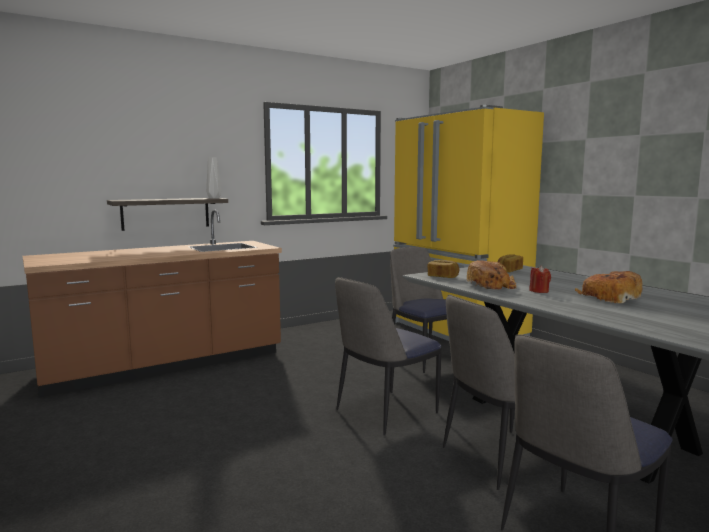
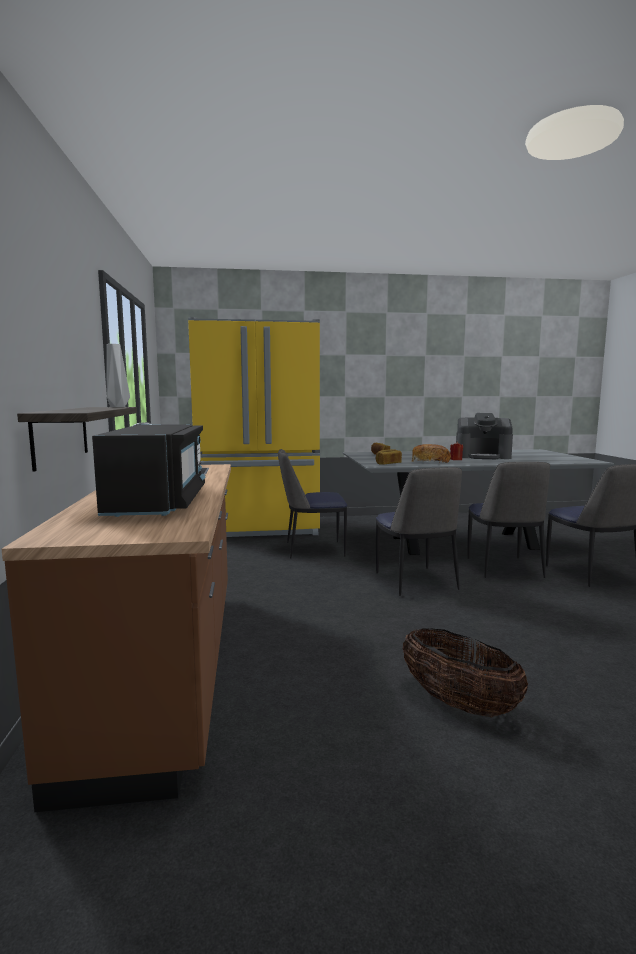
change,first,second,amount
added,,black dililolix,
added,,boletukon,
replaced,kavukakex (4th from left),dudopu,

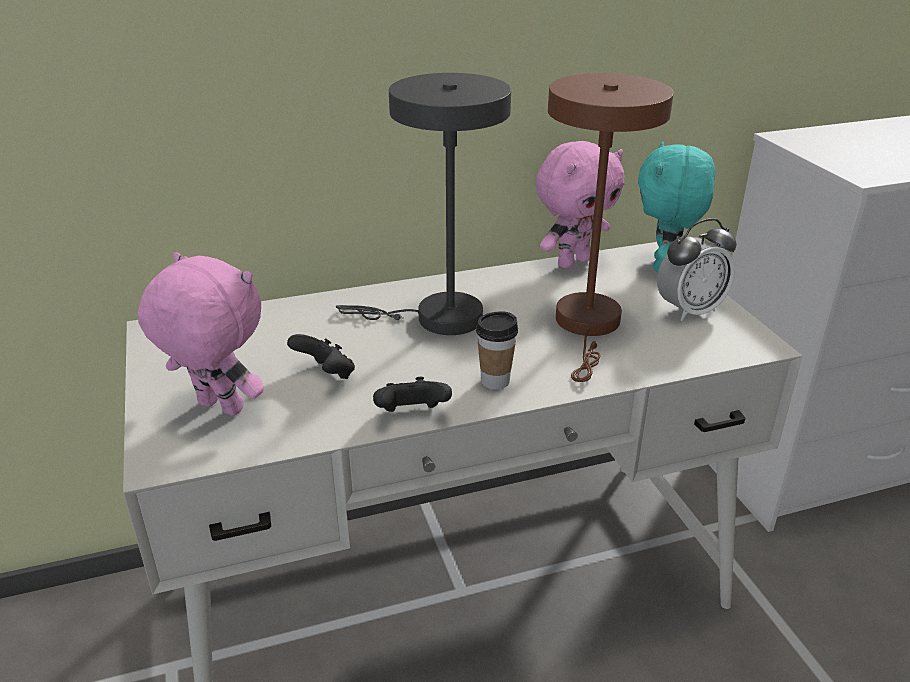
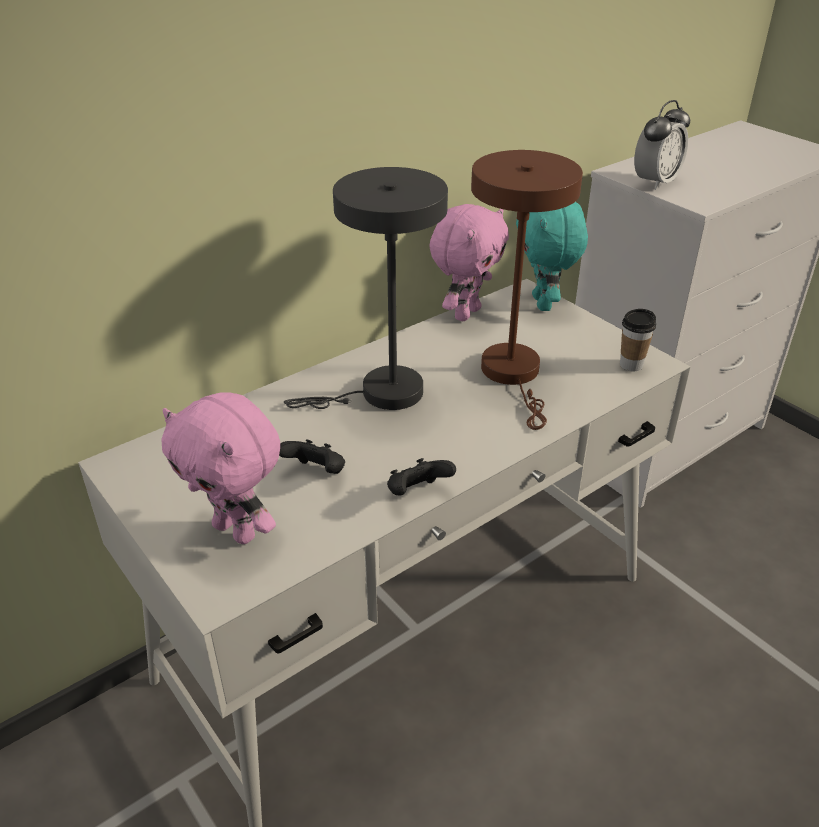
change,first,second,amount
moved,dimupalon,,
moved,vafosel,,
turned,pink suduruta (1st from left),,150 degrees counterclockwise

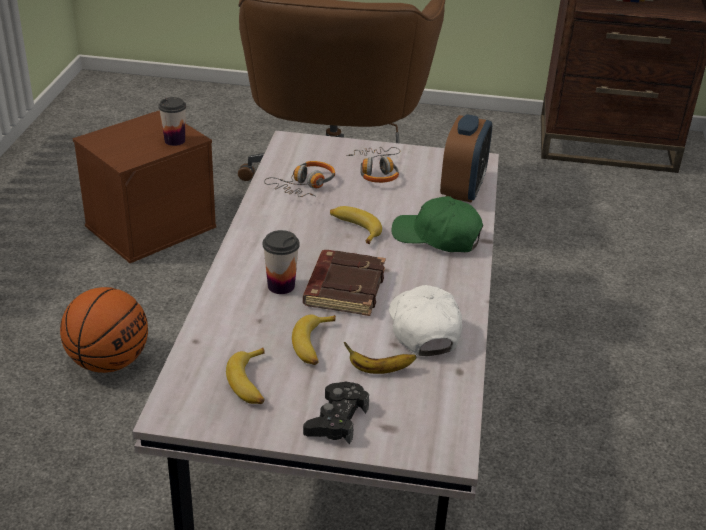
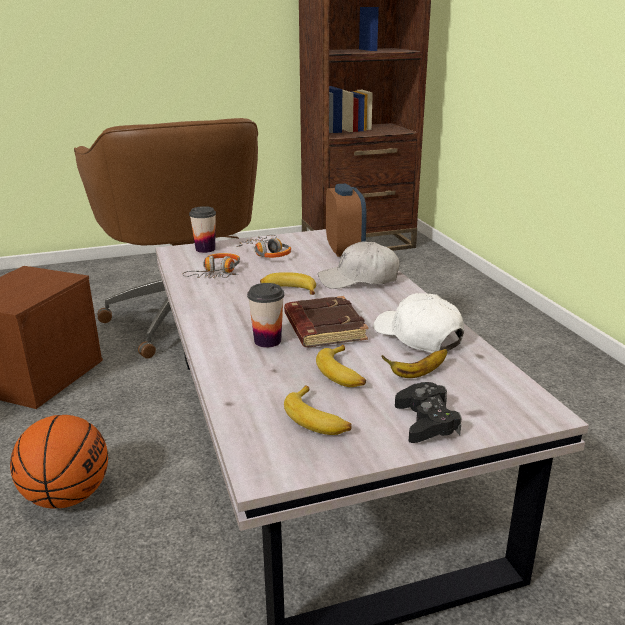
change,first,second,amount
moved,dimupalon (1st from left),,
recoloured,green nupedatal,white nupedatal (1st from left),

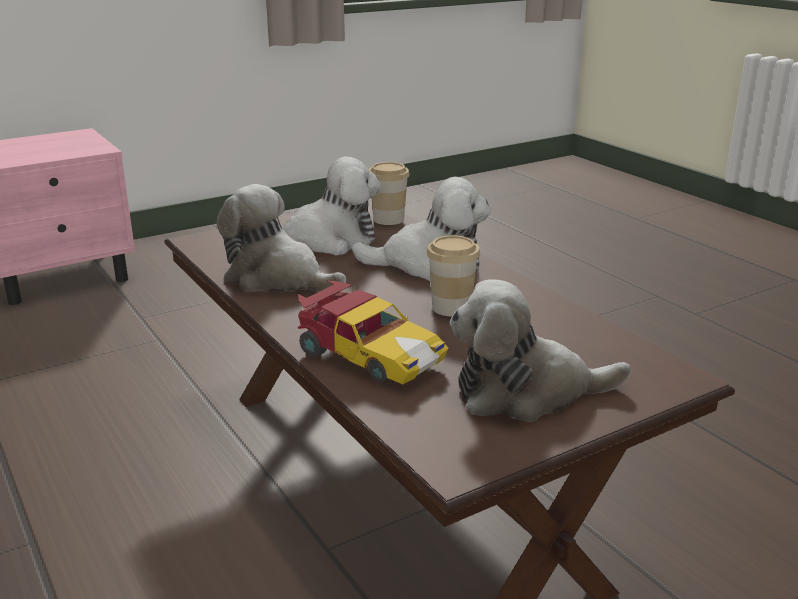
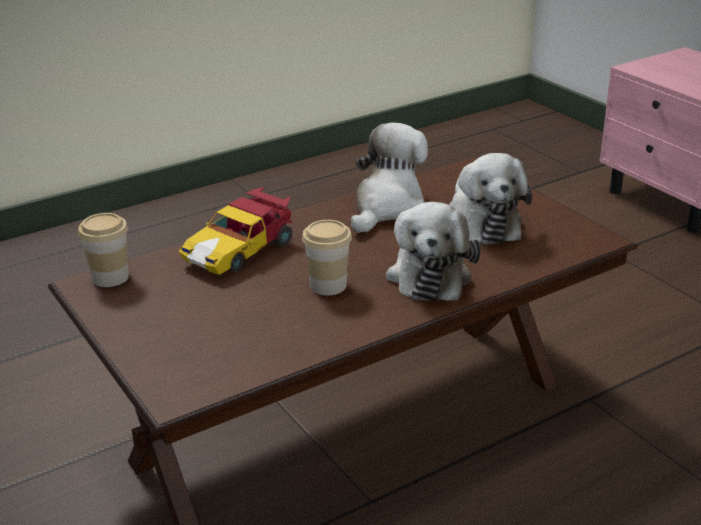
change,first,second,amount
removed,suduruta (4th from left),,
moved,dimupalon (1st from left),,

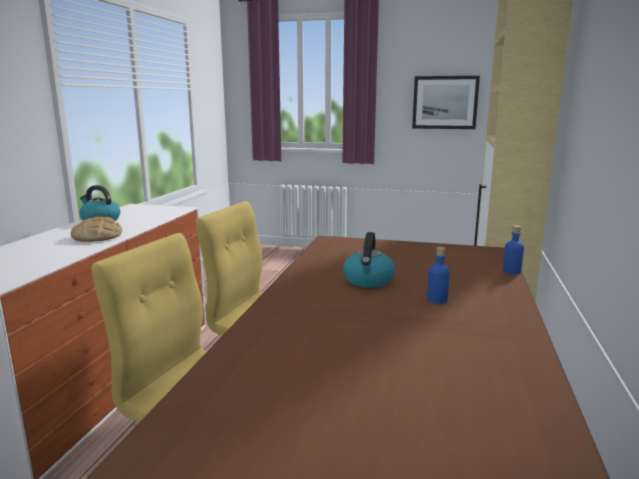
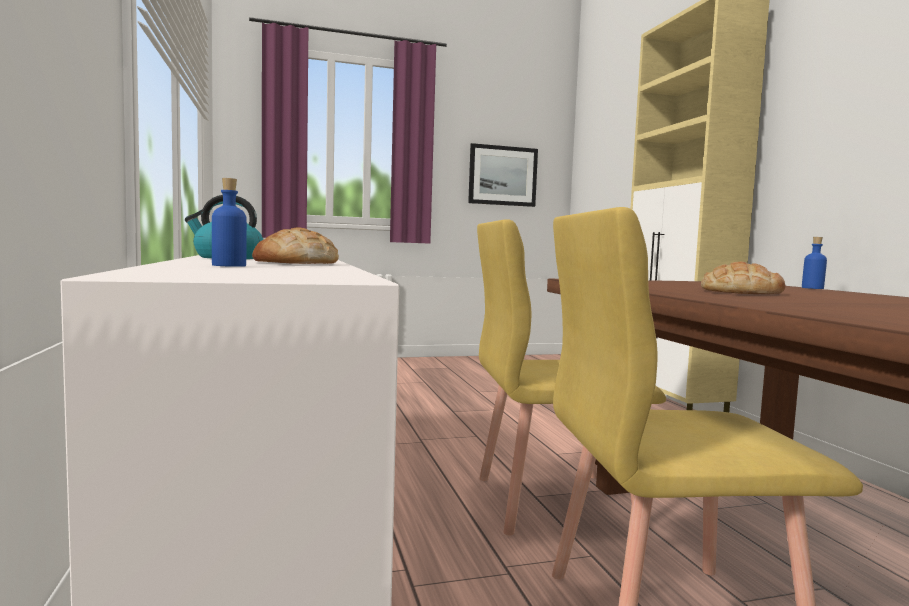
change,first,second,amount
moved,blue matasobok (1st from left),,
replaced,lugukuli (2nd from left),kavukakex (2nd from left),

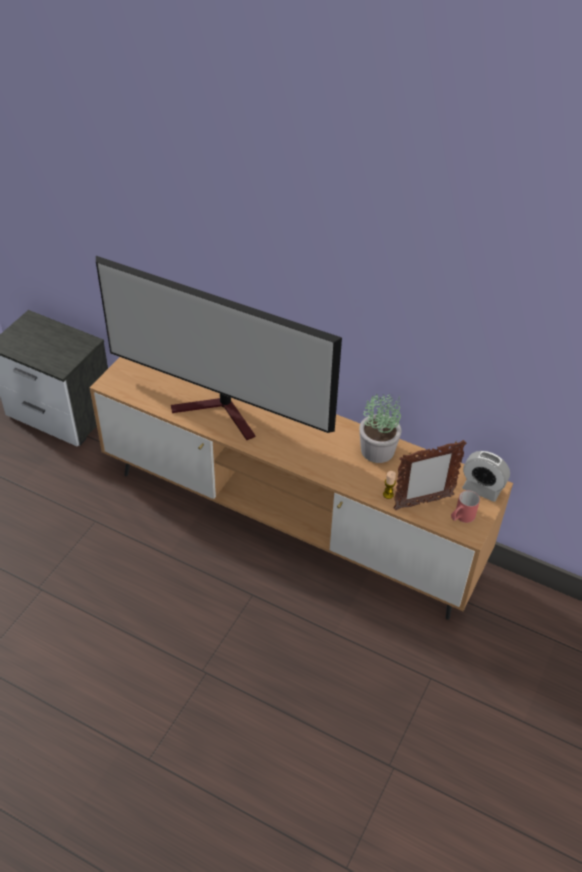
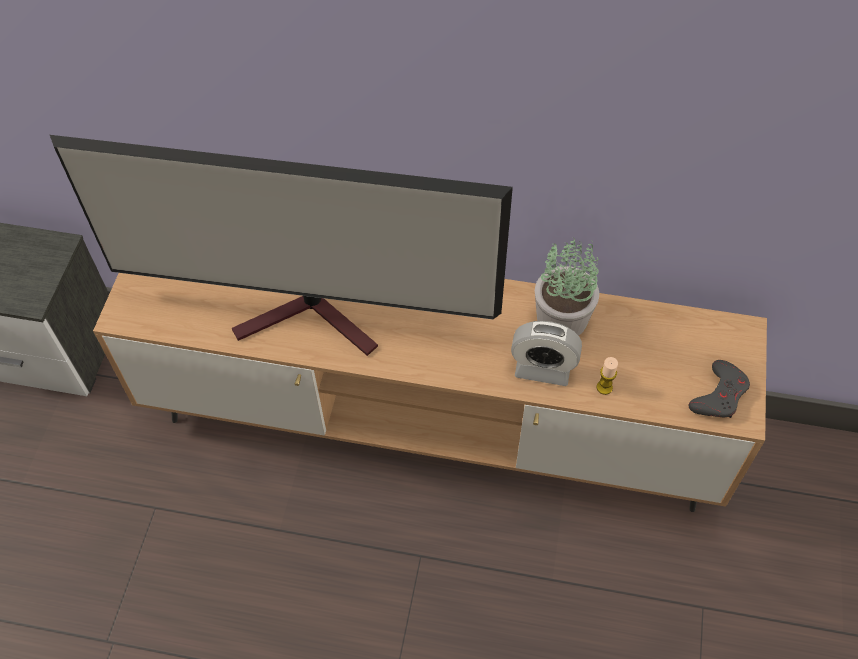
change,first,second,amount
removed,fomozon,,
moved,vafosel,,
replaced,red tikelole,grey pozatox,

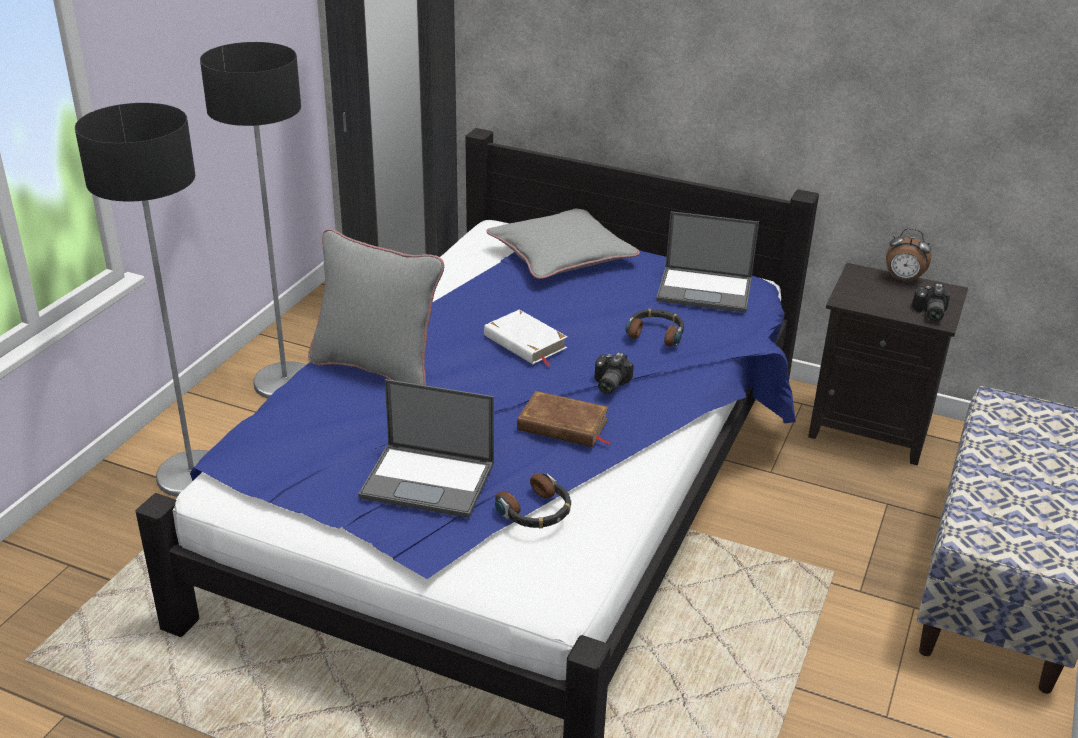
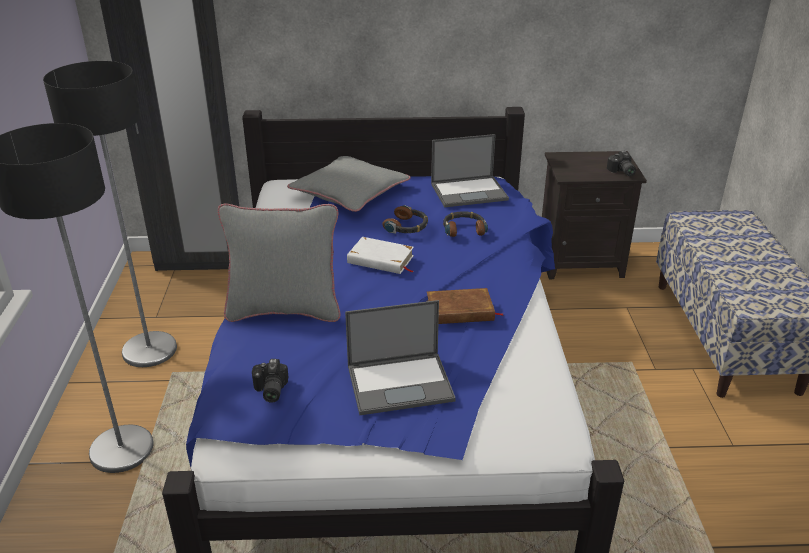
change,first,second,amount
removed,vafosel,,
moved,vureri (1st from left),,
moved,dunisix (1st from left),,

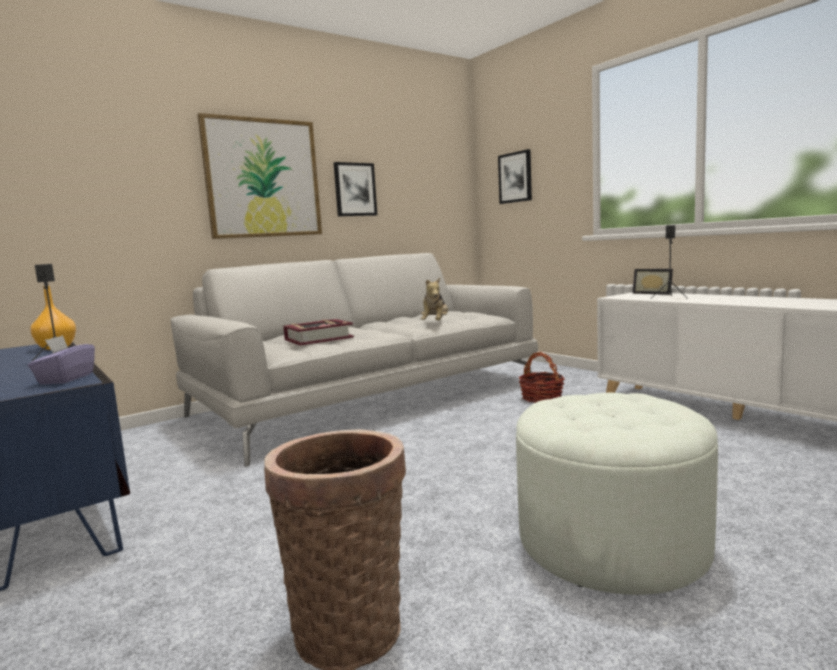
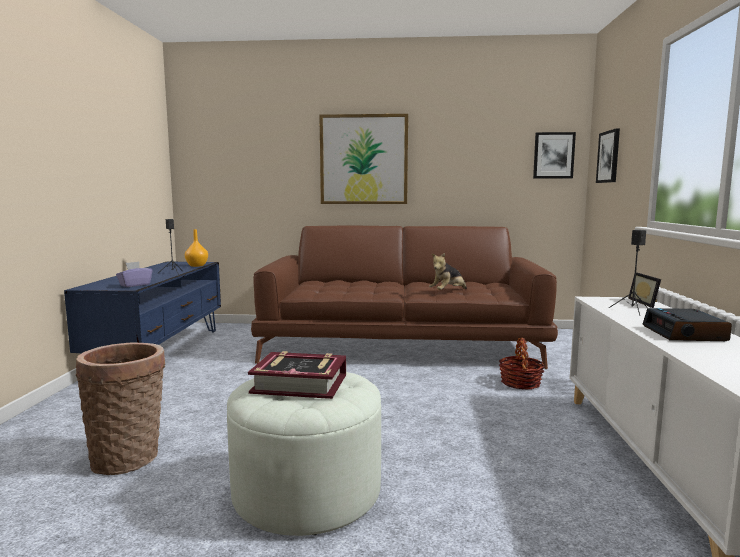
change,first,second,amount
added,,vafosel,
moved,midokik,,
moved,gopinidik (2nd from left),,
recoloured,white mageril,brown mageril,

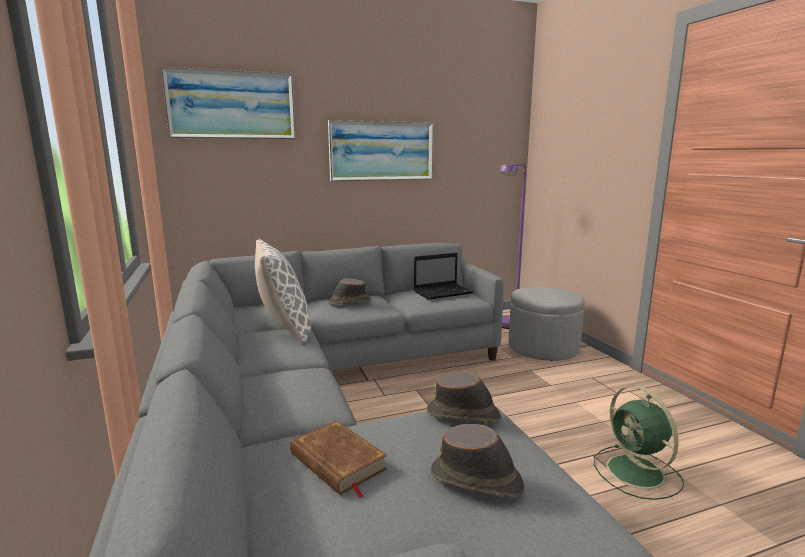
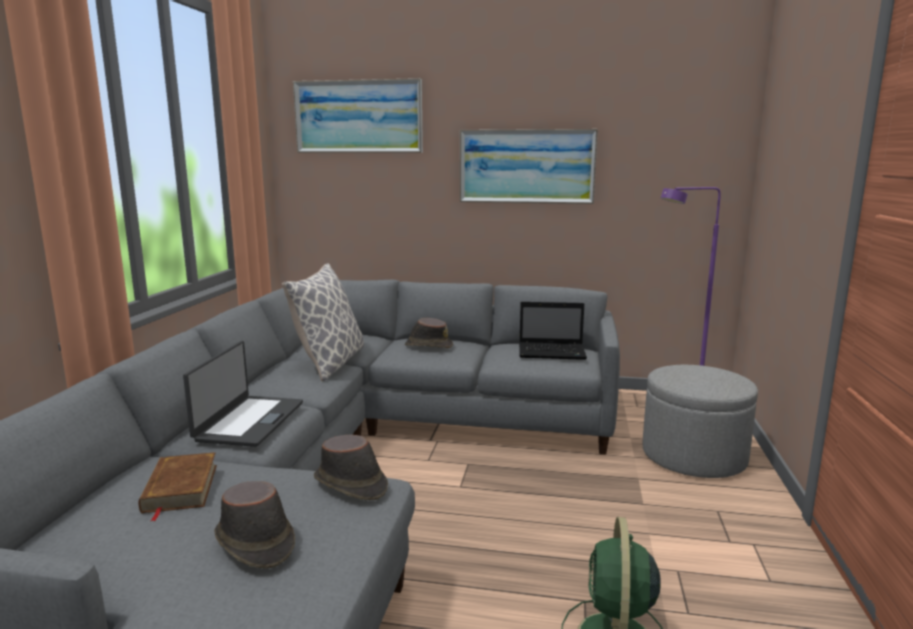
change,first,second,amount
added,,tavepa (1st from left),

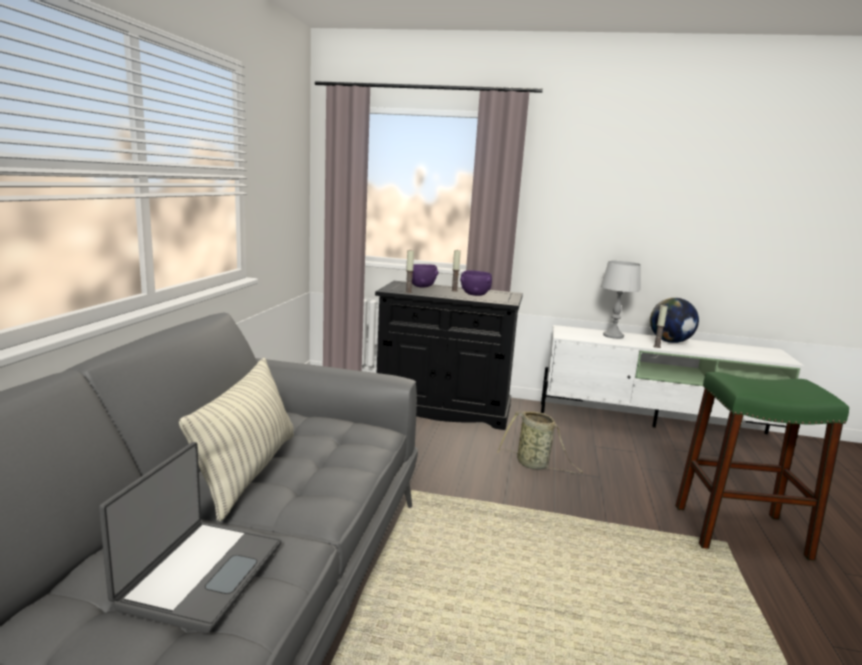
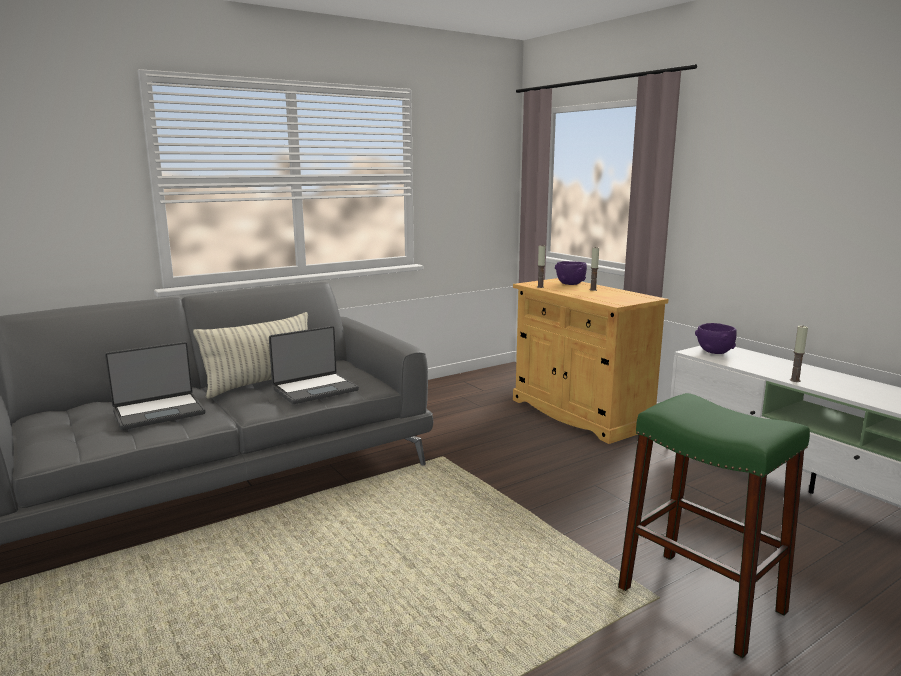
change,first,second,amount
removed,boletukon,,
removed,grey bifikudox,,
removed,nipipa,,
added,,tavepa (2nd from left),
moved,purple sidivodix (2nd from left),,
recoloured,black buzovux,beige buzovux,

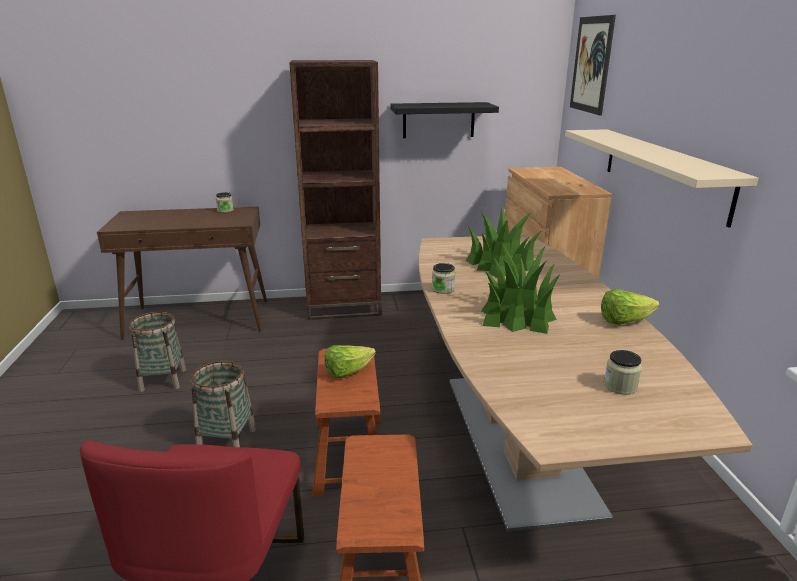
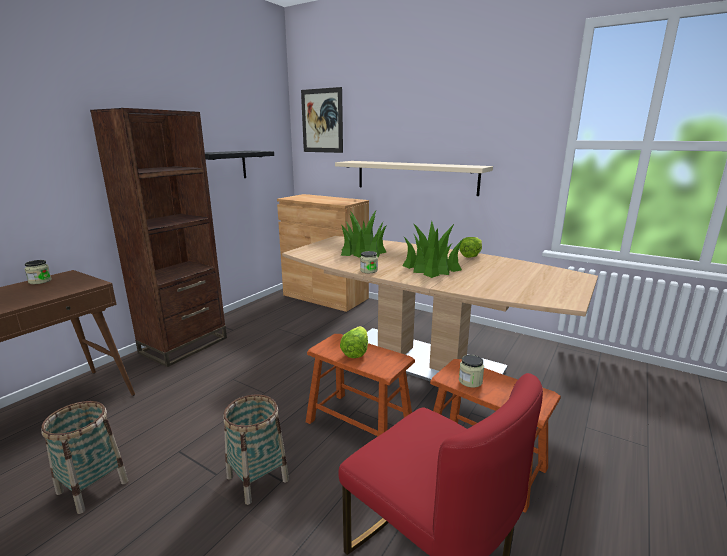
change,first,second,amount
moved,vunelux (3rd from left),,

